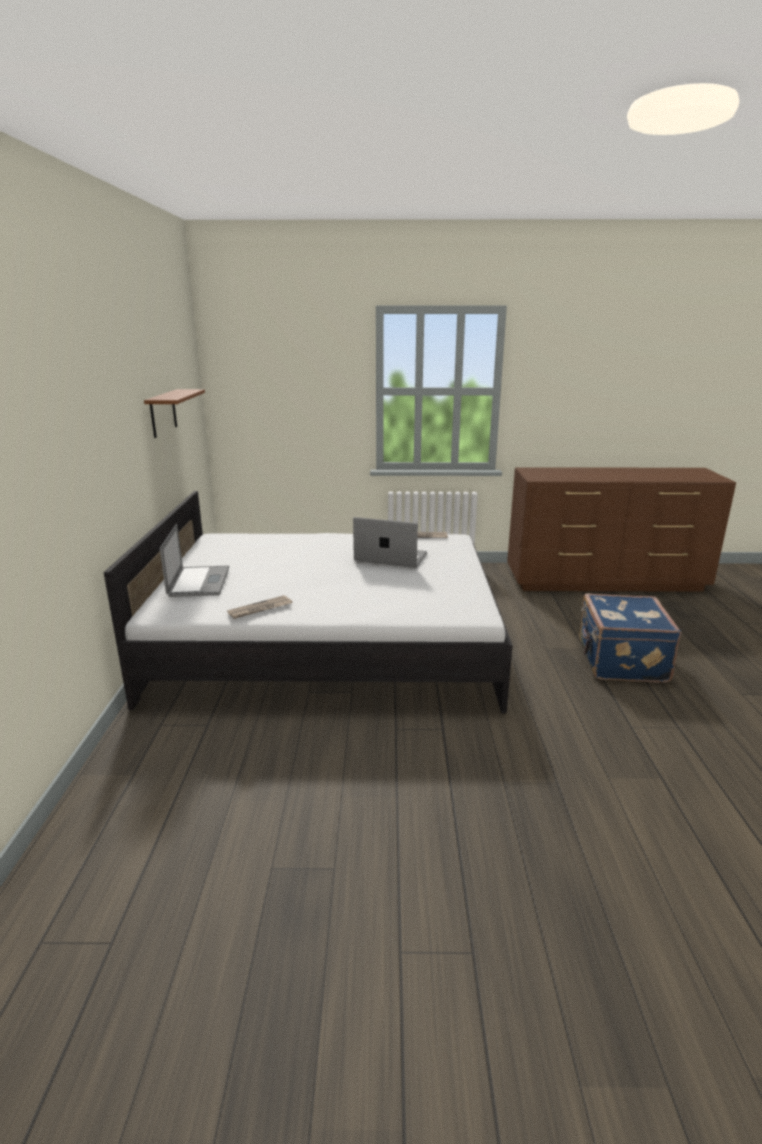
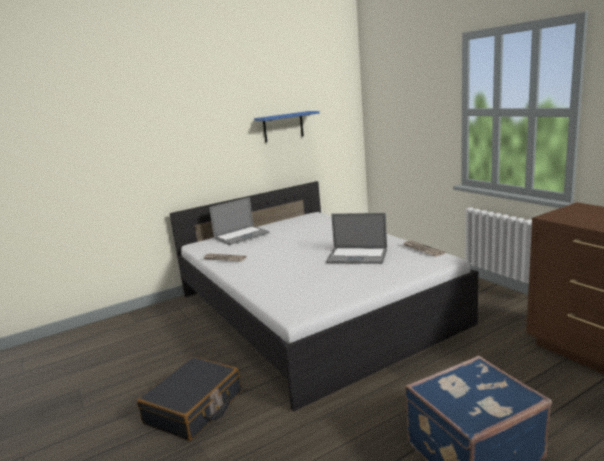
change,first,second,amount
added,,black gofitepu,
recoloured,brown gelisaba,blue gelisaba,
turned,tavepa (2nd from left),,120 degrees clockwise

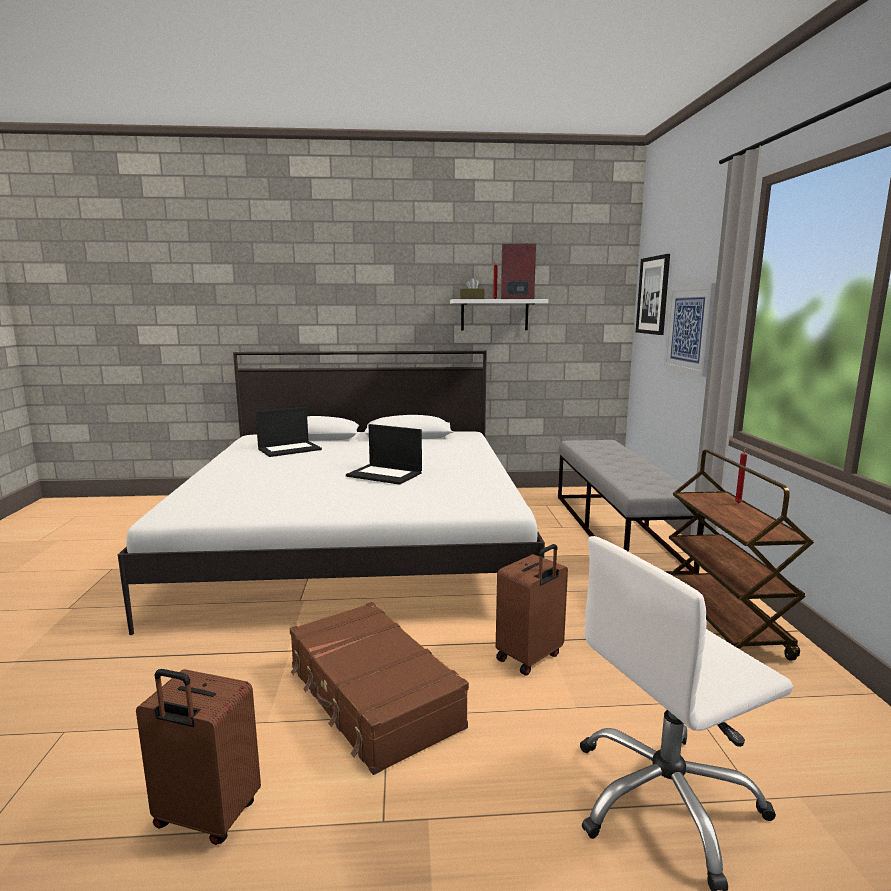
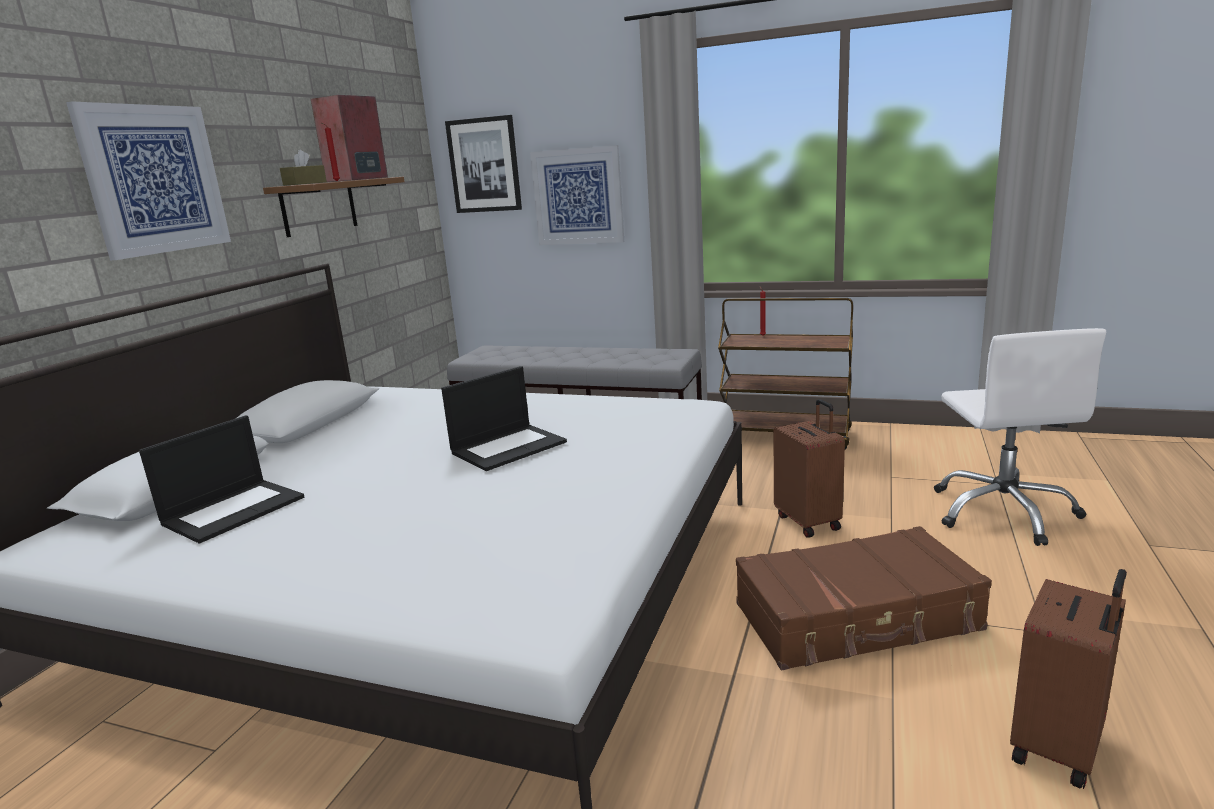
change,first,second,amount
added,,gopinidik (1st from left),
recoloured,white gelisaba,brown gelisaba,
turned,tavepa (1st from left),,45 degrees clockwise

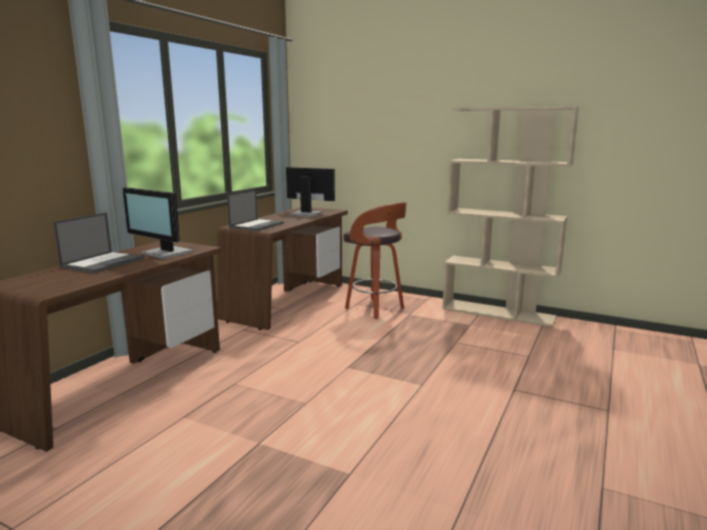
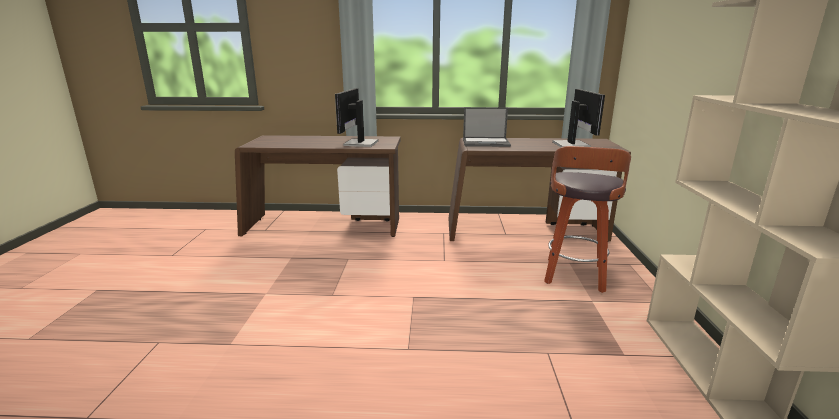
change,first,second,amount
removed,tavepa (1st from left),,

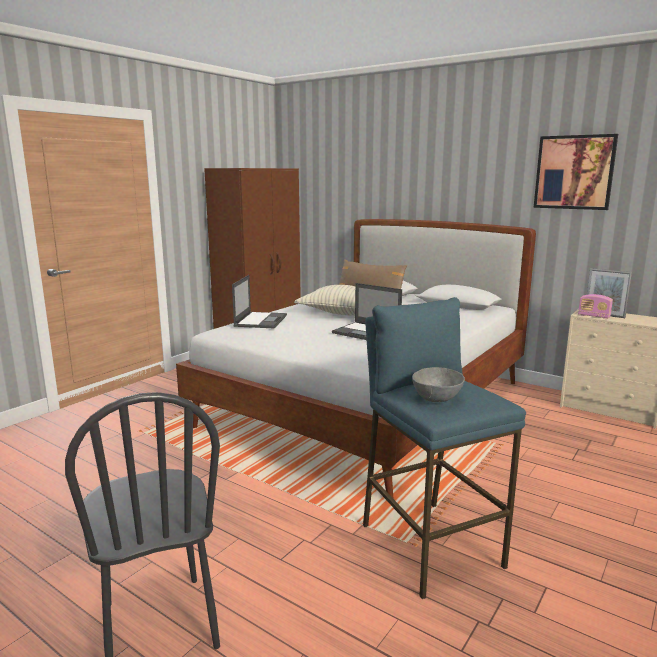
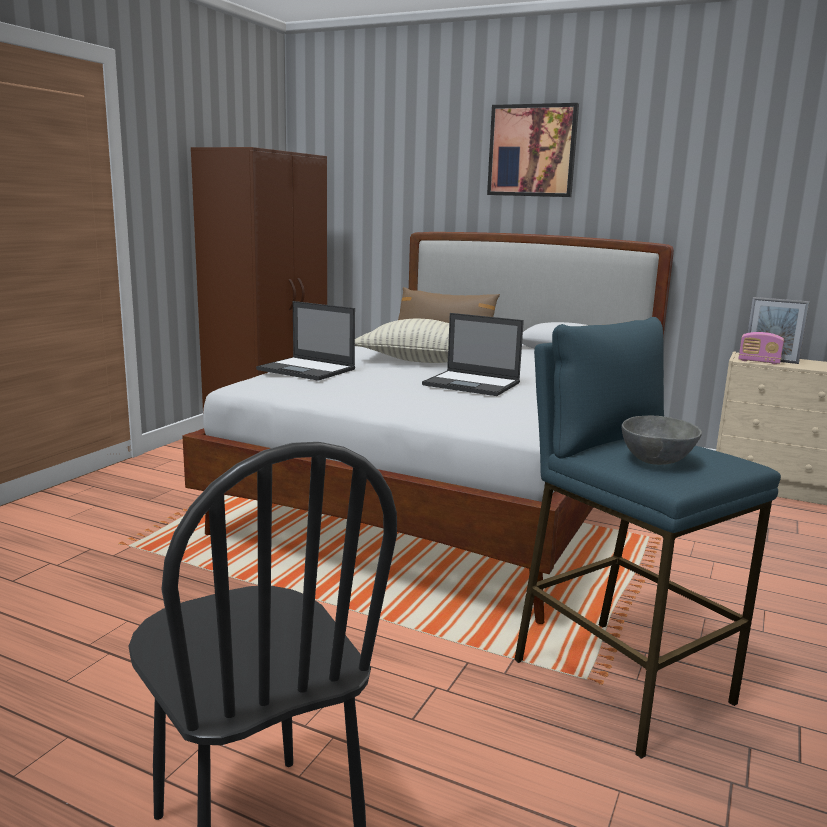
change,first,second,amount
moved,gopinidik,,
turned,tavepa (1st from left),,120 degrees clockwise

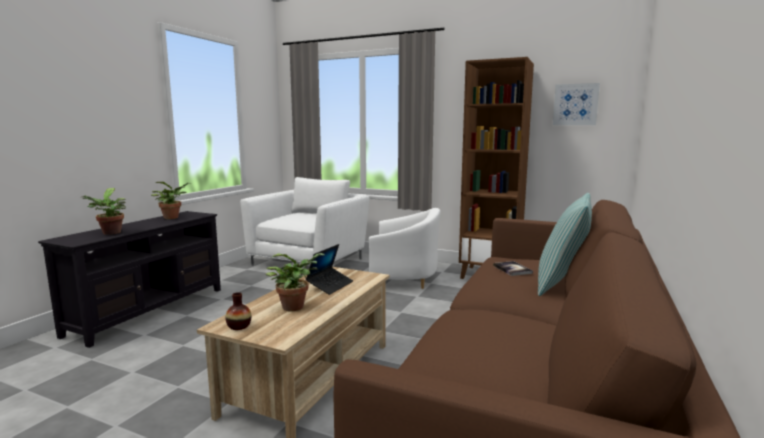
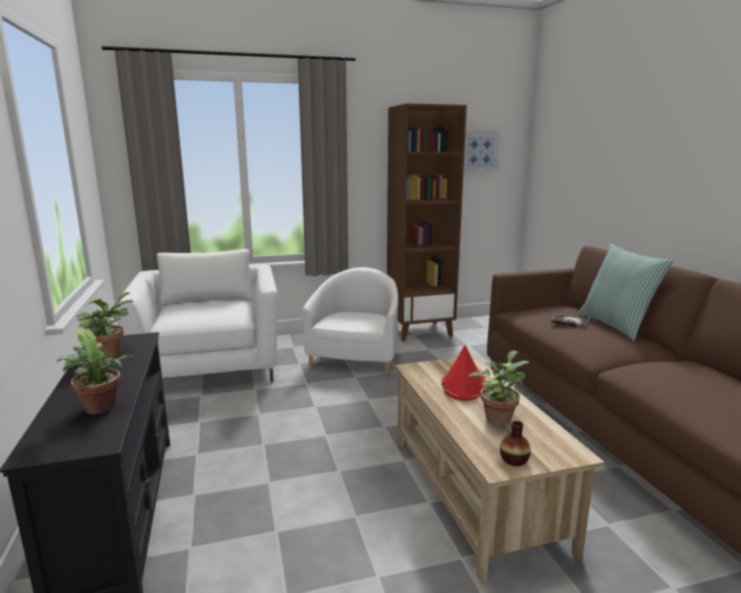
change,first,second,amount
replaced,tavepa,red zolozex,
turned,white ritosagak (2nd from left),,45 degrees counterclockwise

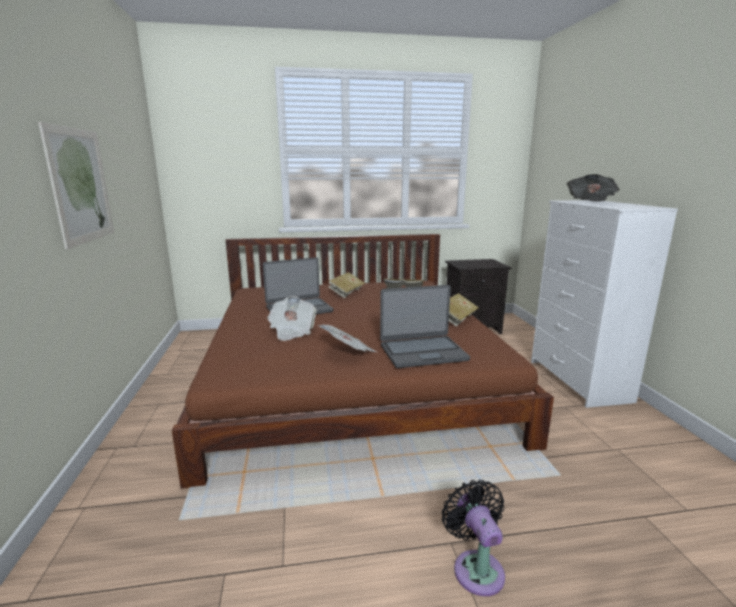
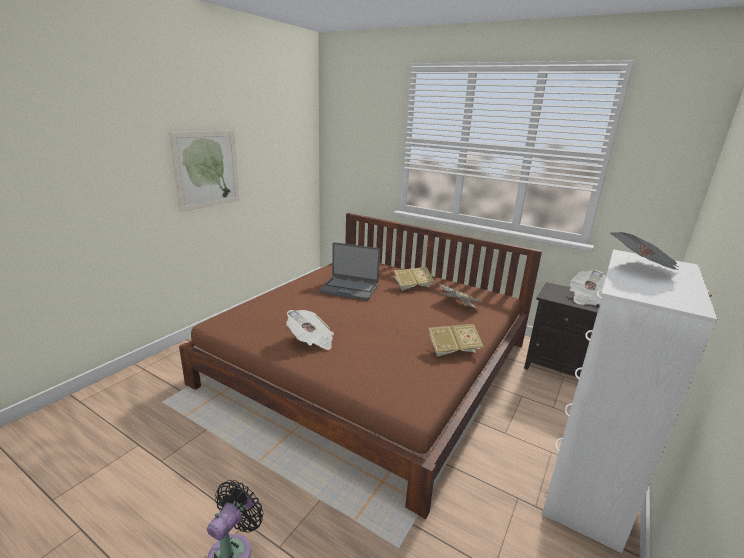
change,first,second,amount
removed,tavepa (2nd from left),,
moved,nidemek (1st from left in the first image),nidemek (2nd from left),

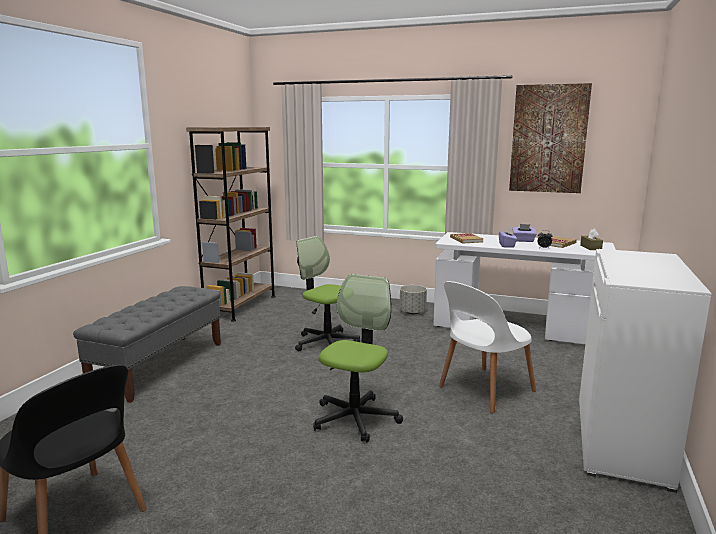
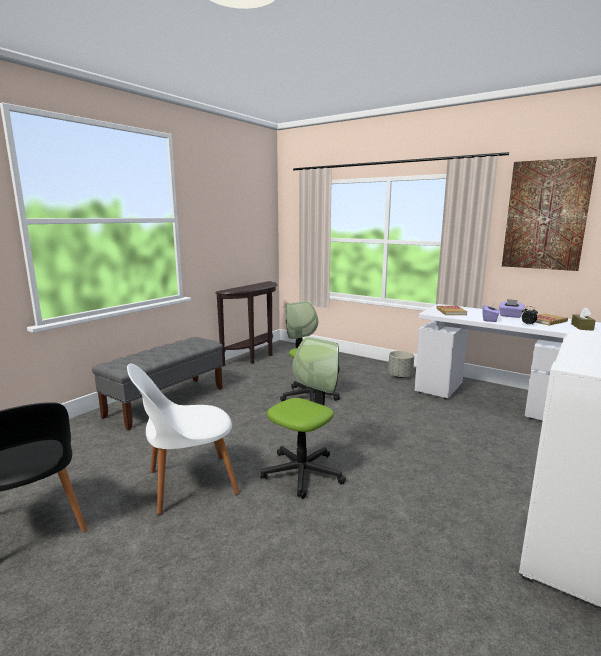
change,first,second,amount
moved,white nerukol,,
replaced,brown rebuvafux,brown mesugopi,

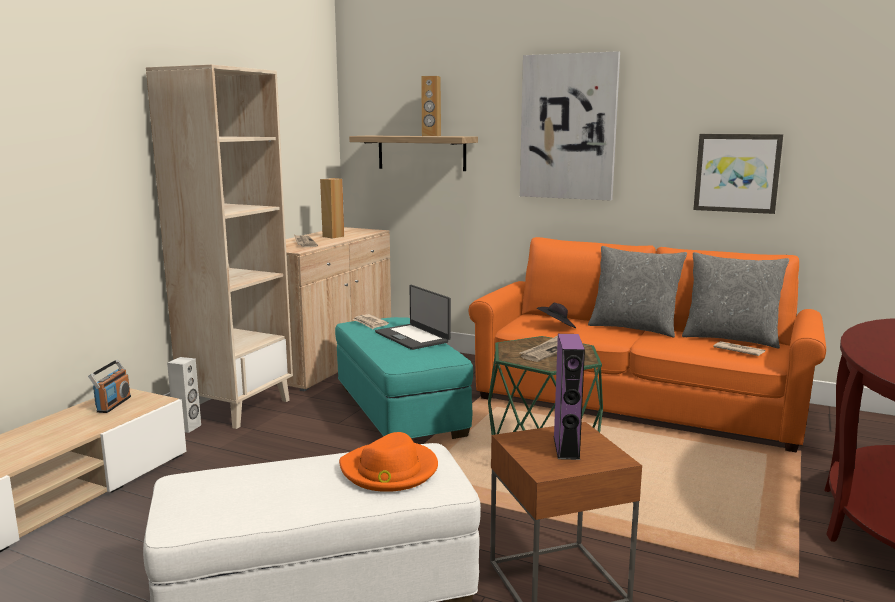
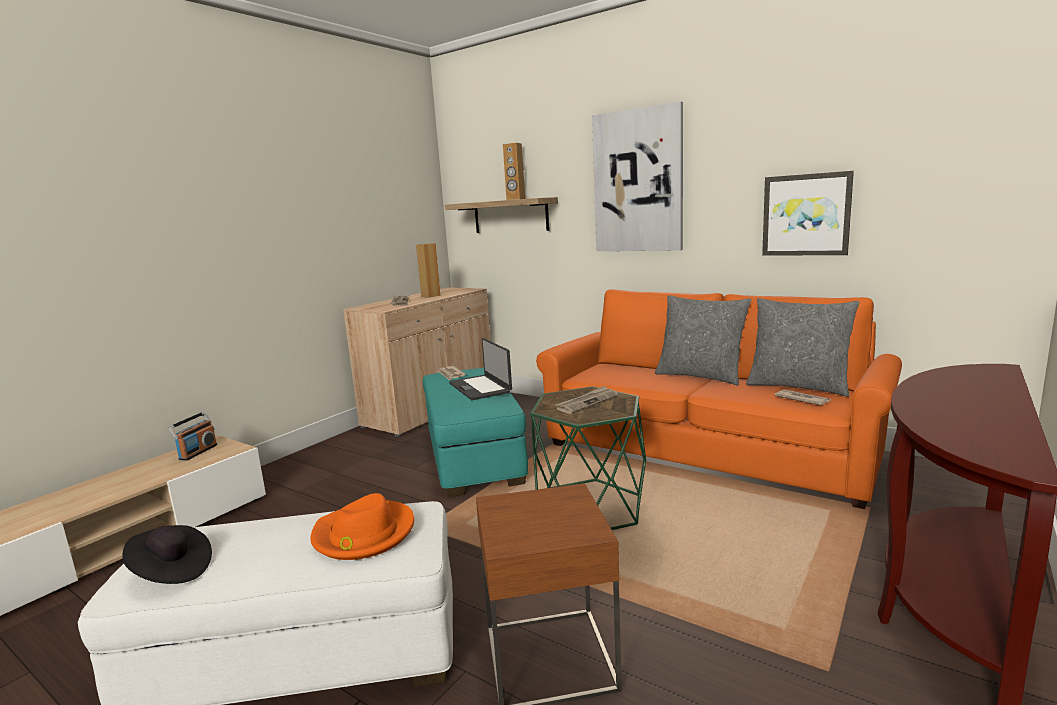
change,first,second,amount
removed,beige rebuvafux,,
removed,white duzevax,,
removed,purple duzevax,,
moved,black zolozex,,

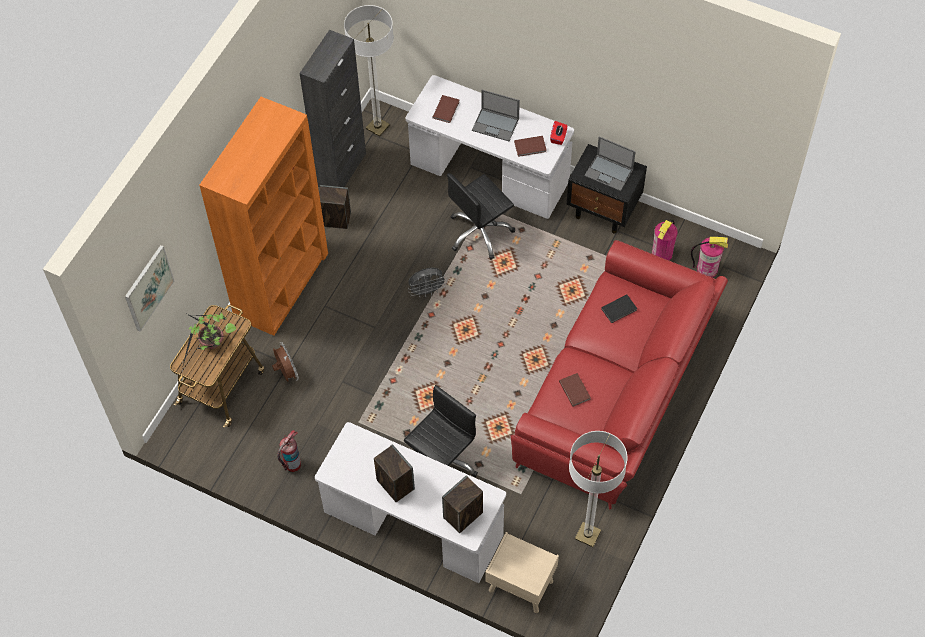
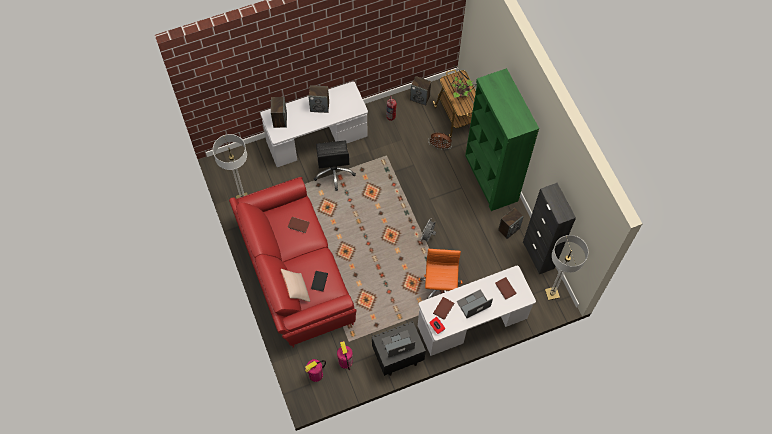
change,first,second,amount
removed,gopinidik,,
removed,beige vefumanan,,
added,,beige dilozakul,
added,,duzevax (3rd from left),
recoloured,orange rebuvafux,green rebuvafux,
recoloured,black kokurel (2nd from left),orange kokurel,

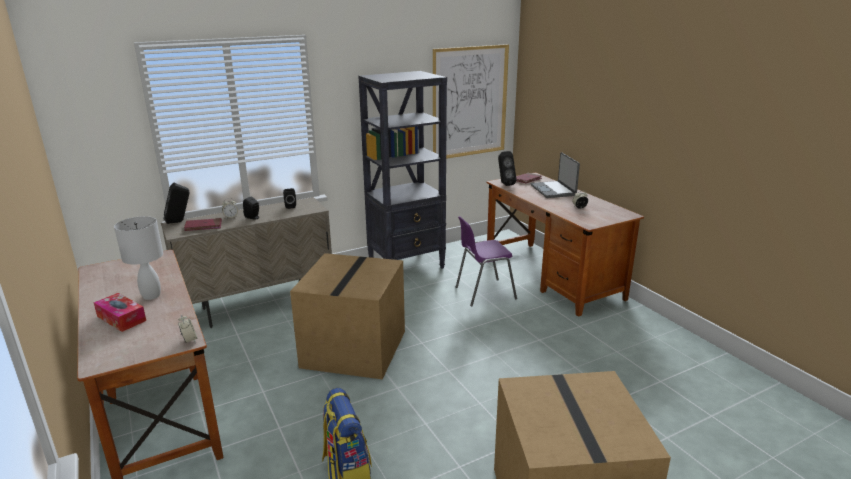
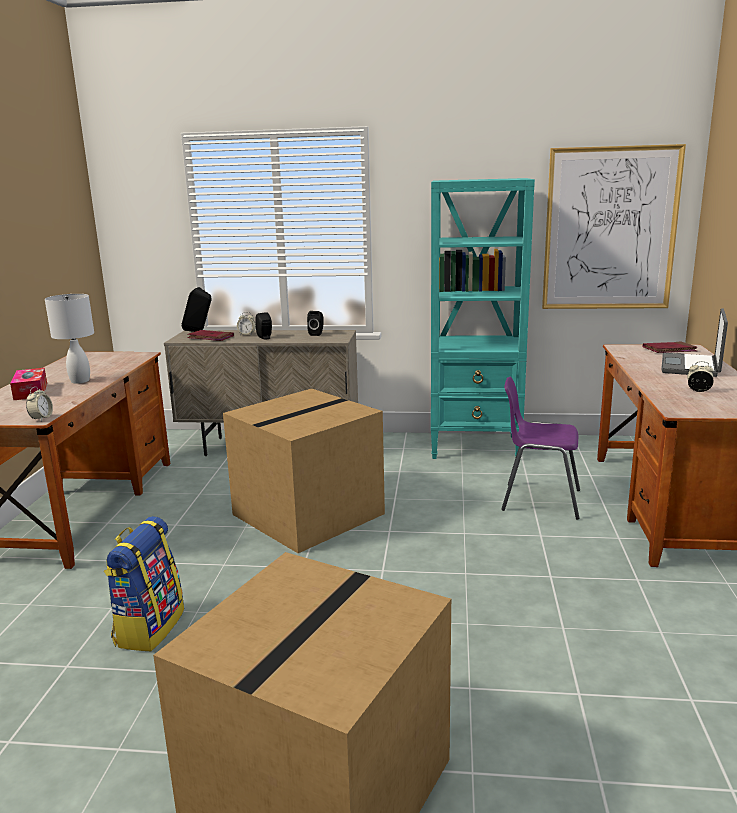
change,first,second,amount
removed,black duzevax (4th from left),,
recoloured,black rebuvafux,turquoise rebuvafux,

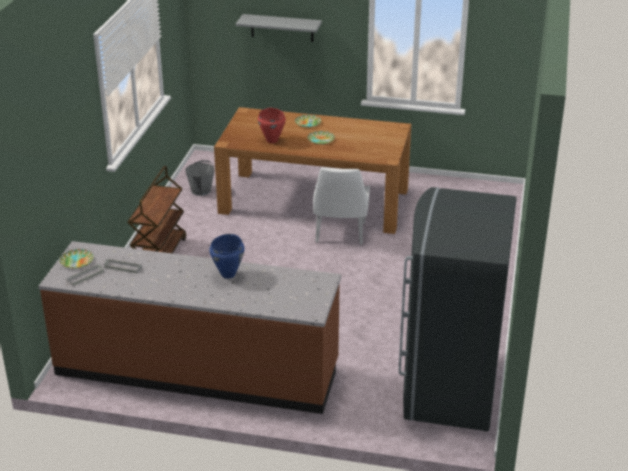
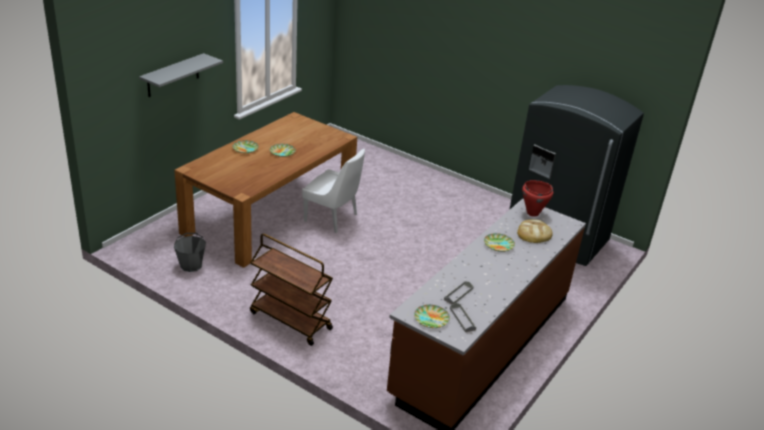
change,first,second,amount
added,,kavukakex,
moved,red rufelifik,,
replaced,blue rufelifik,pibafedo (4th from left),

